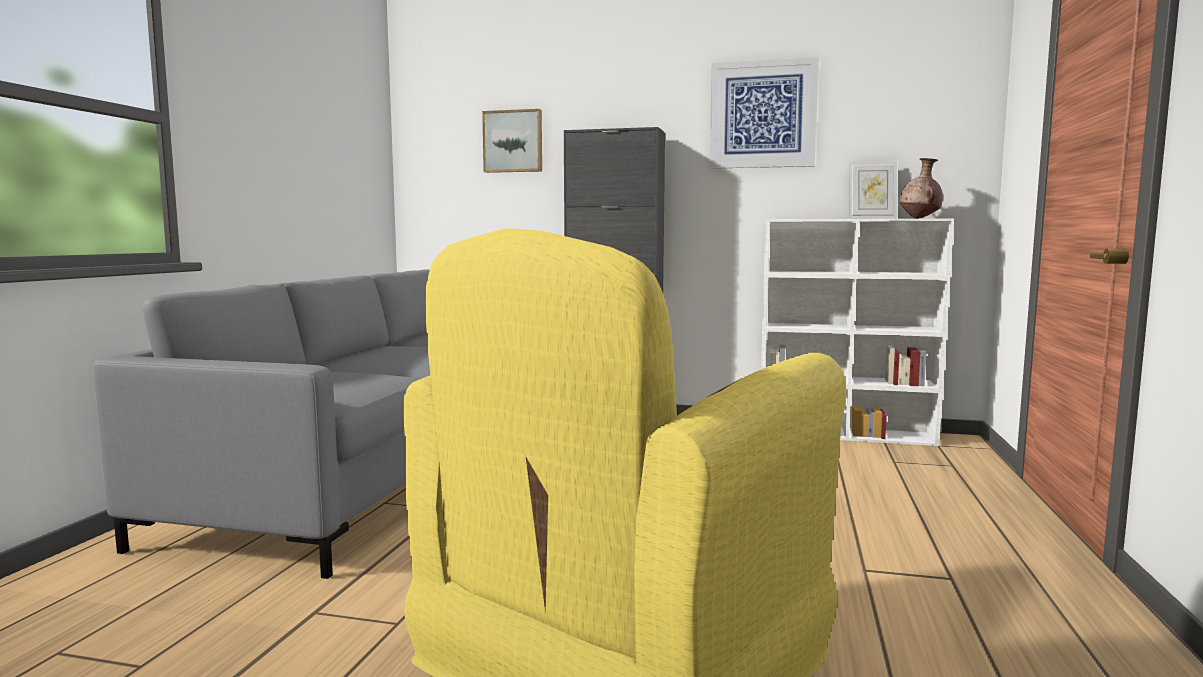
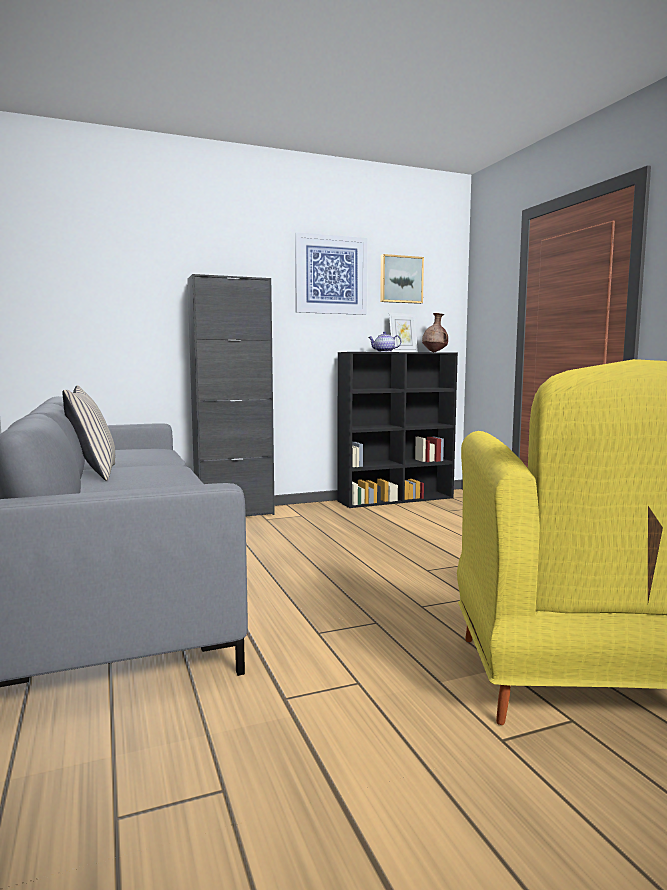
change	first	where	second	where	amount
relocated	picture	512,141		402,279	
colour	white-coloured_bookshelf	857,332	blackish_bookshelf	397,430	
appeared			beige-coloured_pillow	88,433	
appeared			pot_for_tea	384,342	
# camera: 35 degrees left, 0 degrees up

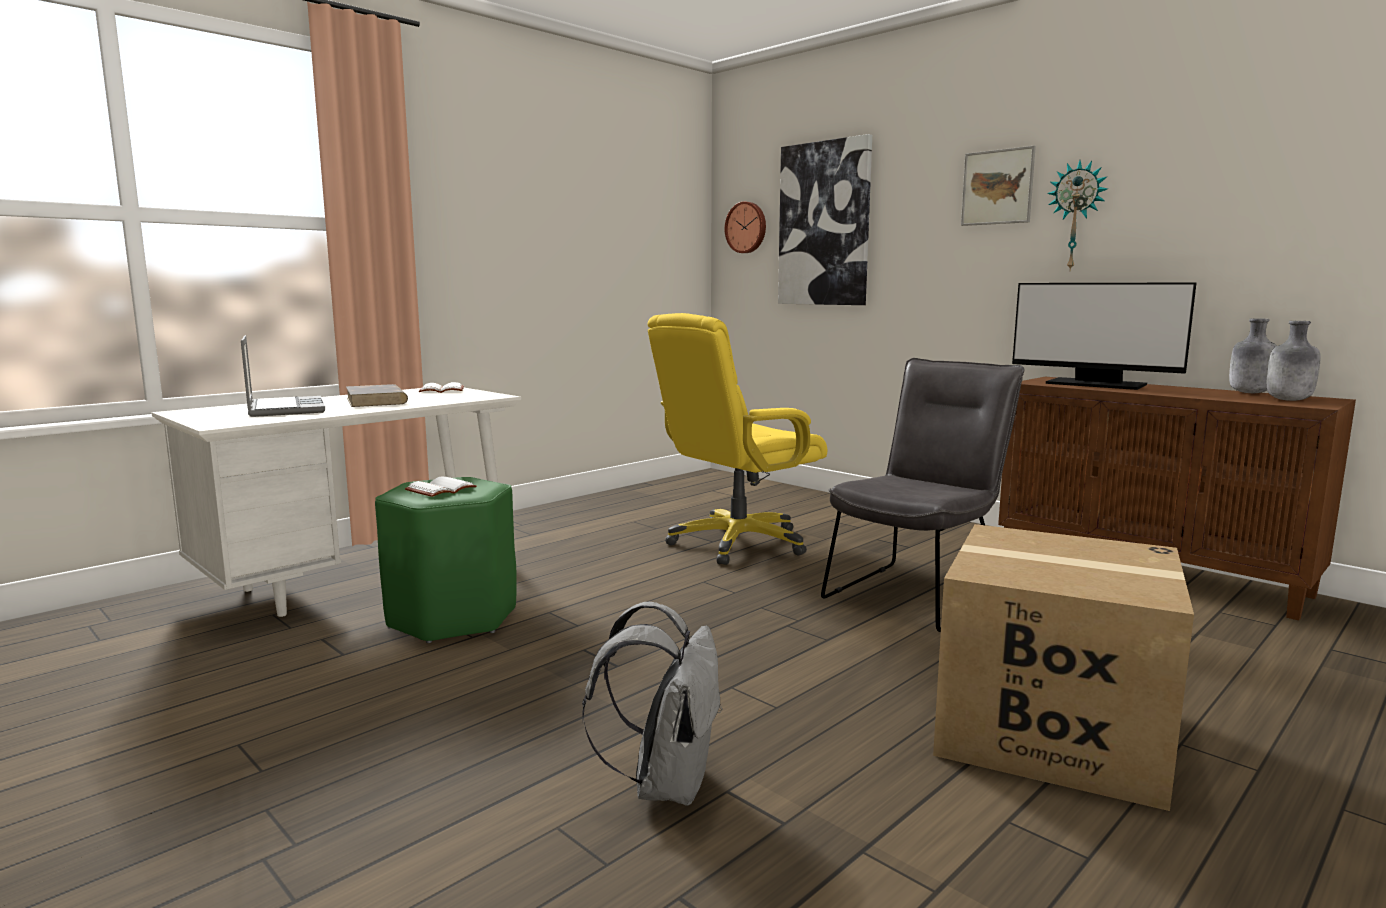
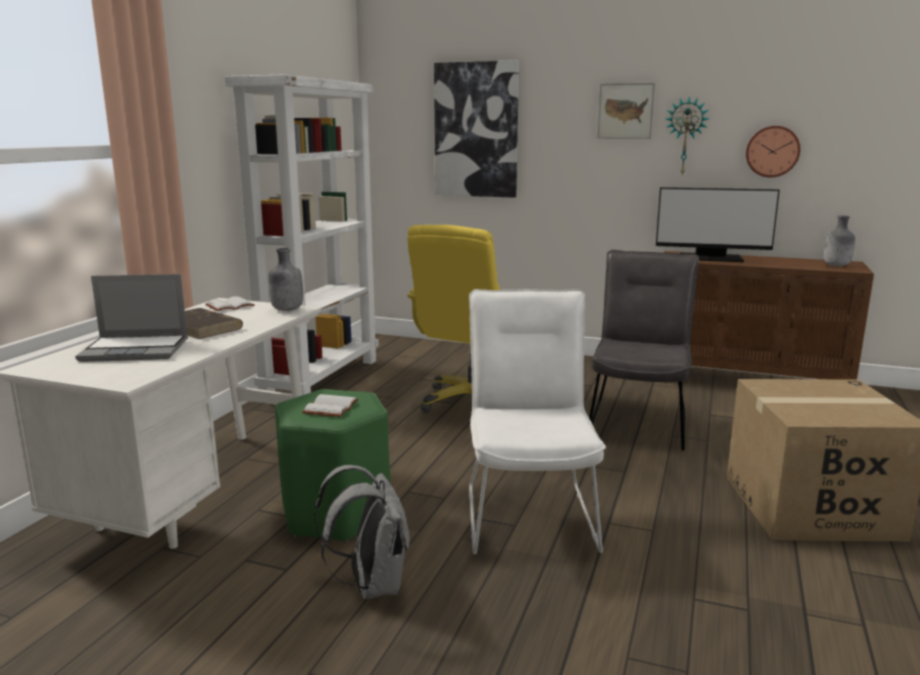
change	first	where	second	where	amount
spun	portable_computer	283,376		131,318	135 degrees clockwise
relocated	grey_knapsack	652,704		362,532	
relocated	hanging_clock	745,227		773,152	
relocated	grey_beverage_bottle	1253,355		285,279	
appeared			white-coloured_bookshelf	302,234	
appeared			white-coloured_plain_chair	537,421	
# camera: 25 degrees left, 5 degrees up

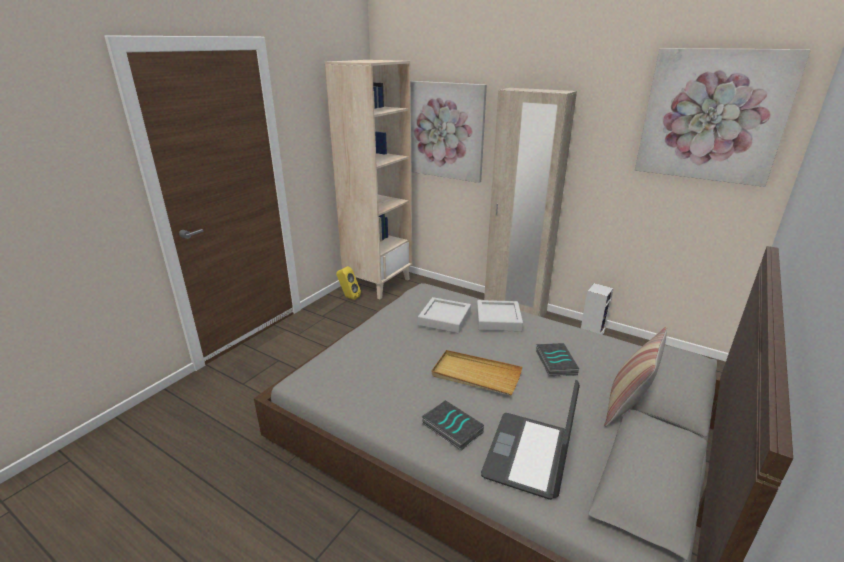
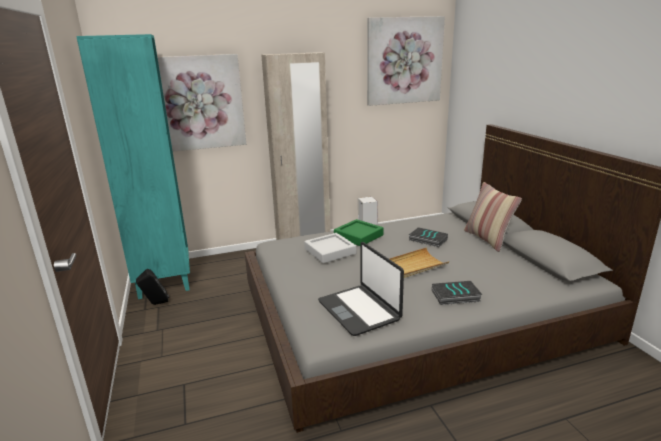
change	first	where	second	where	amount
colour	beige-coloured_bookshelf	368,179	turquoise-coloured_bookshelf	133,166	
colour	yellowish_loudspeaker	348,283	blackish_loudspeaker	152,287	
colour	grey_serving_tray	500,316	green_serving_tray	358,232	
relocated	portable_computer	530,440		361,289	
# camera: 50 degrees left, 5 degrees down

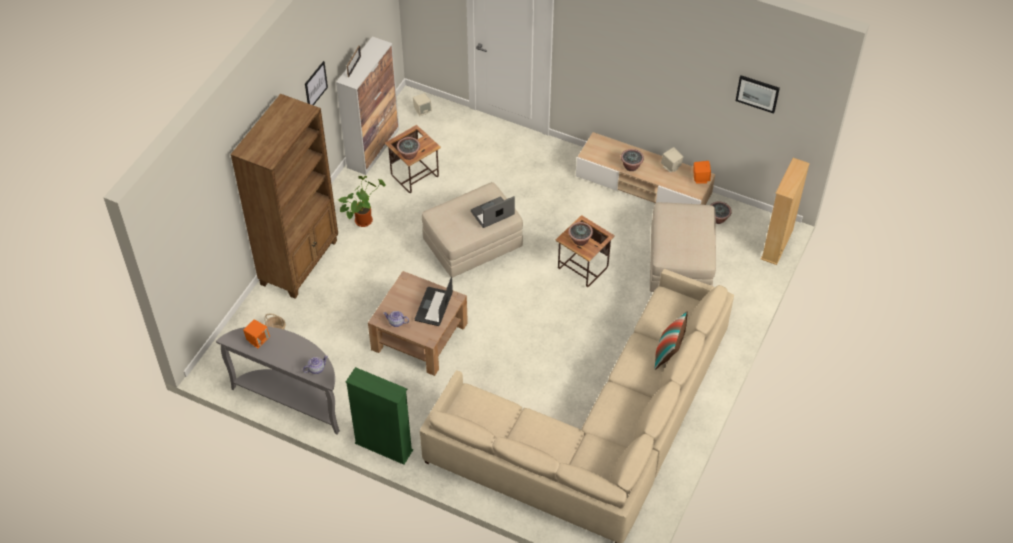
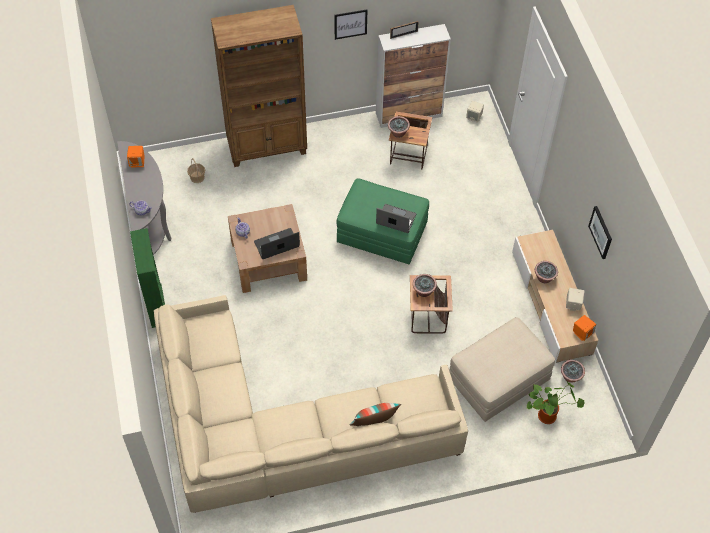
change	first	where	second	where	amount
relocated	plant_in_a_pot	362,201		556,403	
colour	beige-coloured_ottoman	472,230	green_ottoman	383,221	
relocated	picture	758,94		600,232	
missing	beige-coloured_bookshelf	785,211			
# camera: 50 degrees right, 5 degrees up

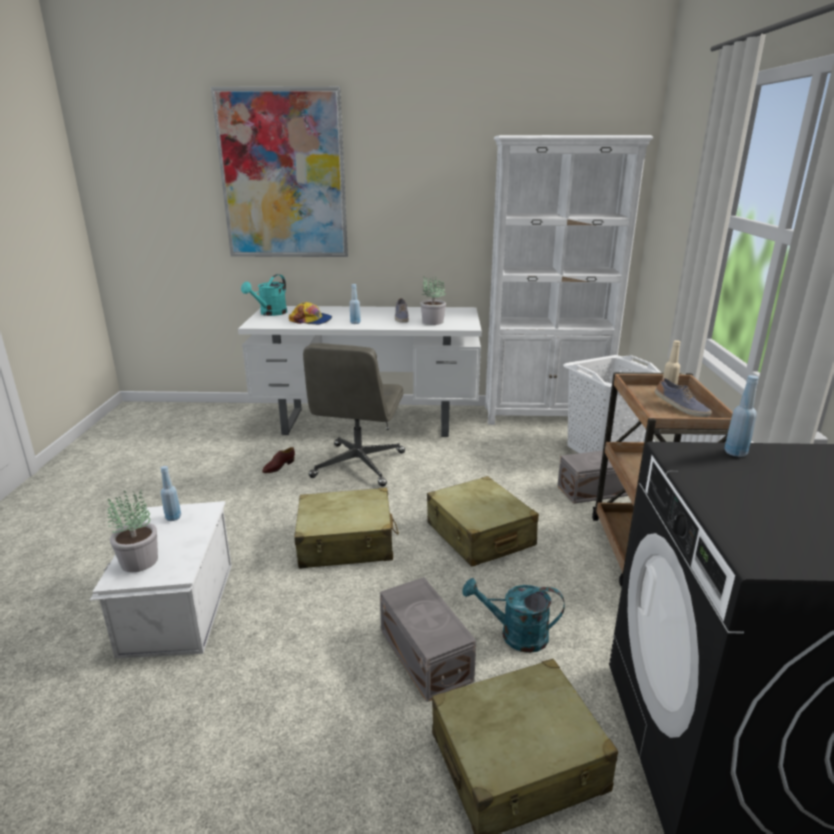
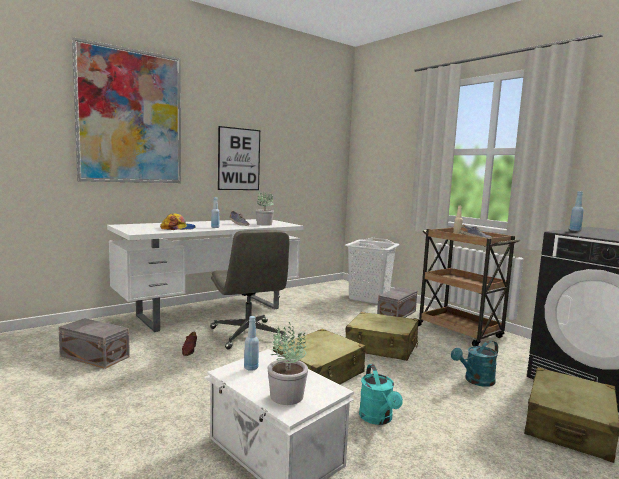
change	first	where	second	where	amount
relocated	turquoise-coloured_watering_can	264,295		381,394	
relocated	grey_storage_bin	428,639		94,343	
missing	white-coloured_bookshelf	569,280			
appeared			picture	239,158	
# camera: 40 degrees left, 15 degrees down

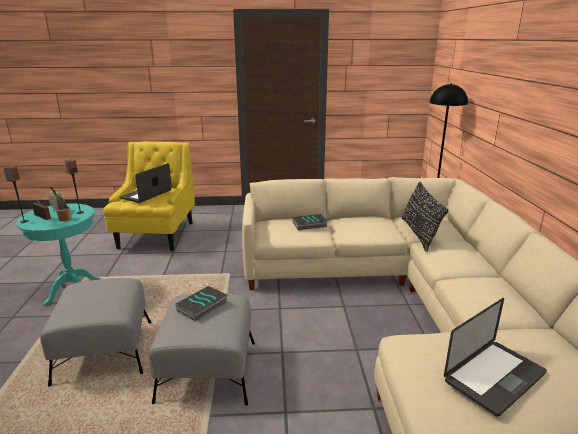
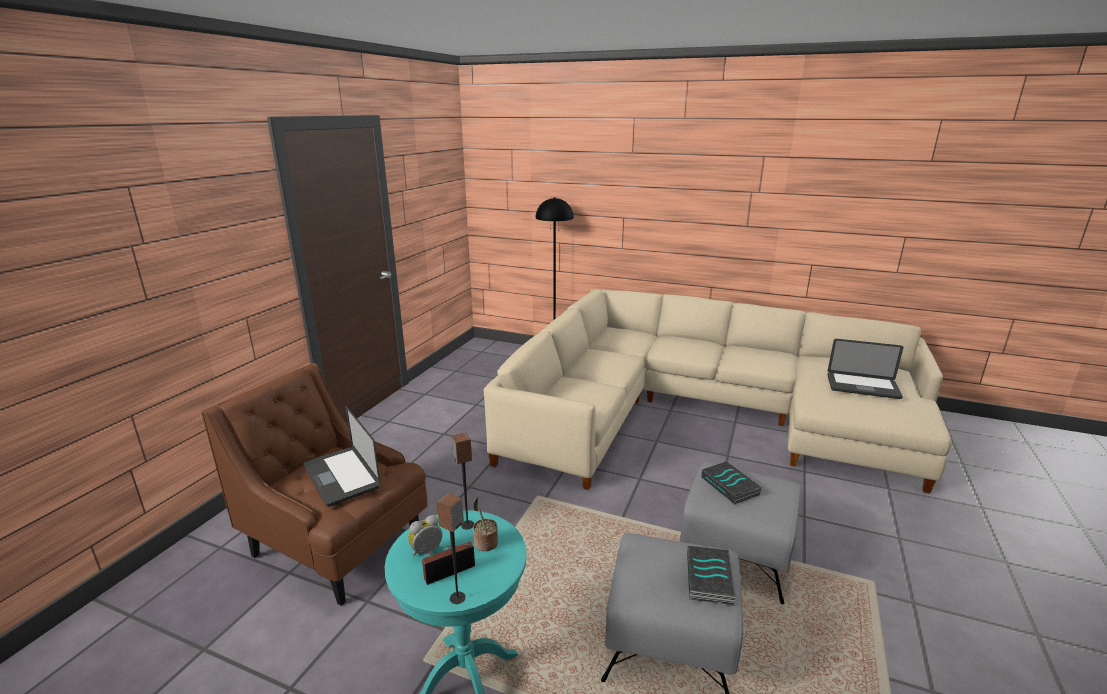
change	first	where	second	where	amount
colour	yellowish_armchair	149,196	brown-coloured_armchair	314,484	
relocated	book	310,222		711,575	
missing	blackish_pillow	425,216			
spun	portable_computer	495,357		865,369	120 degrees clockwise
# camera: 65 degrees left, 0 degrees up

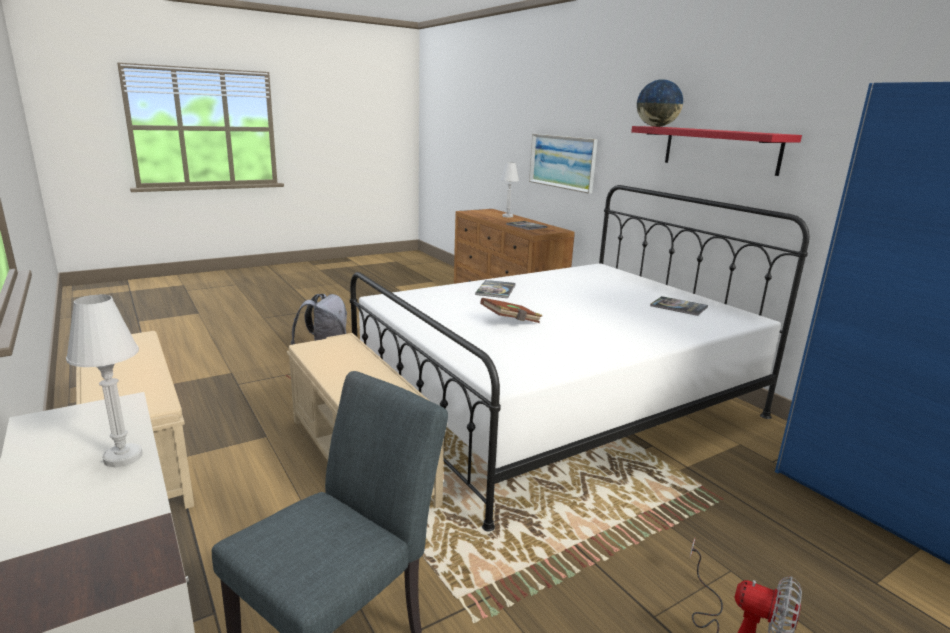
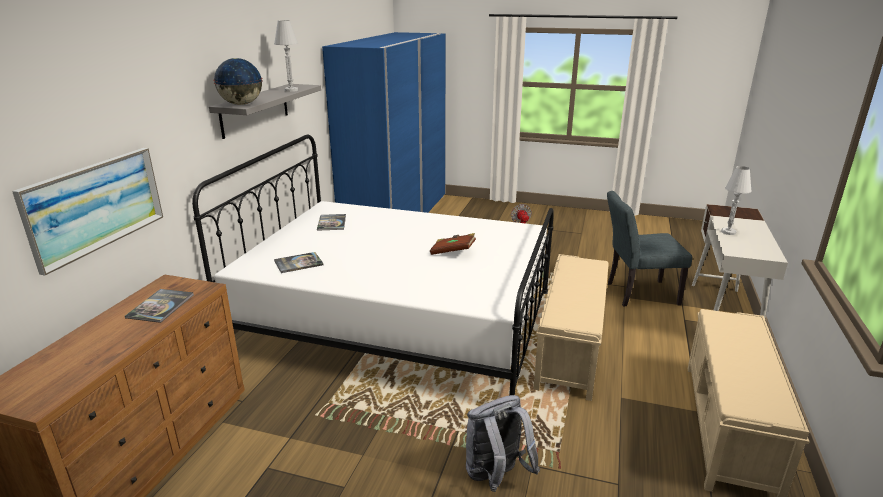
change	first	where	second	where	amount
relocated	book	495,289		299,262	
relocated	white-coloured_table_lamp	510,189		286,56	
colour	reddish_shelf	716,151	grey_shelf	265,111	
# camera: 130 degrees left, 5 degrees up

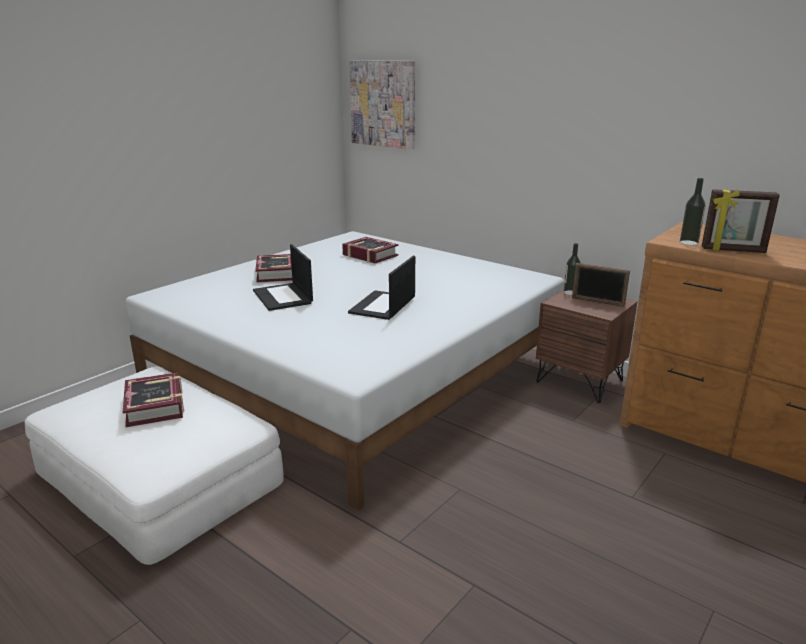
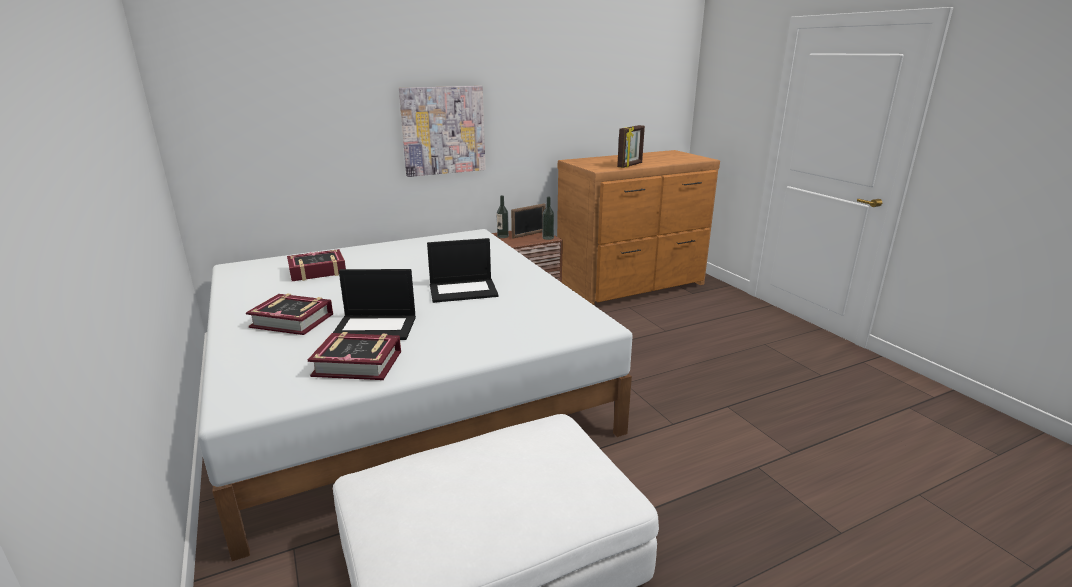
change	first	where	second	where	amount
relocated	book	153,399		354,356	
spun	portable_computer	381,288		462,270	60 degrees counterclockwise
relocated	picture	382,105		442,131	
relocated	beverage_bottle	693,211		548,218	
# camera: 65 degrees left, 0 degrees up

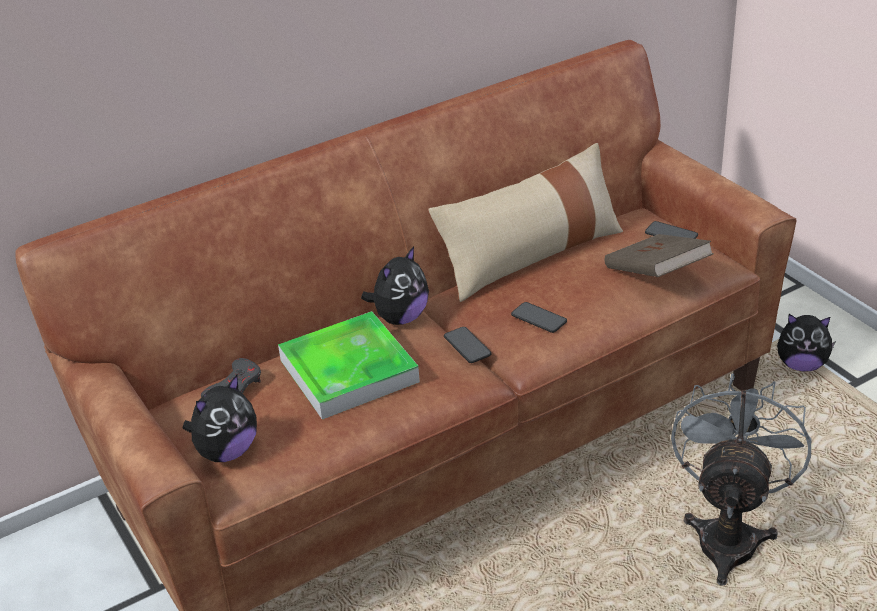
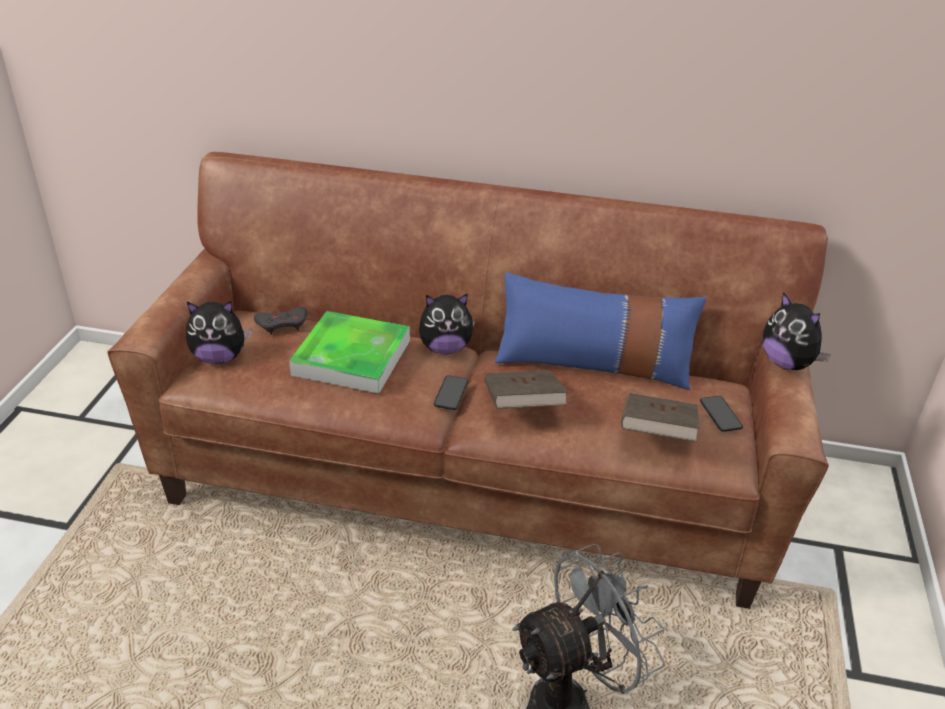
change	first	where	second	where	amount
colour	beige-coloured_pillow	525,222	blue_pillow	600,331	
exchanged	phone	539,317	brown-coloured_book	525,389	
relocated	plush_toy	806,342		797,331	
# camera: 40 degrees right, 0 degrees up

